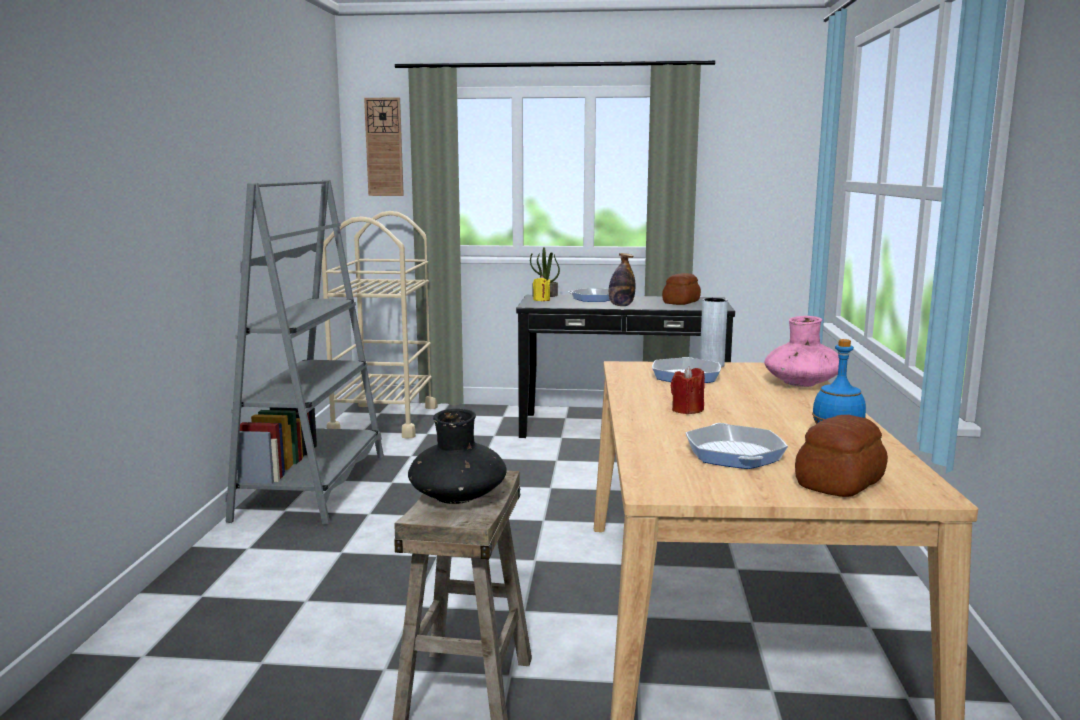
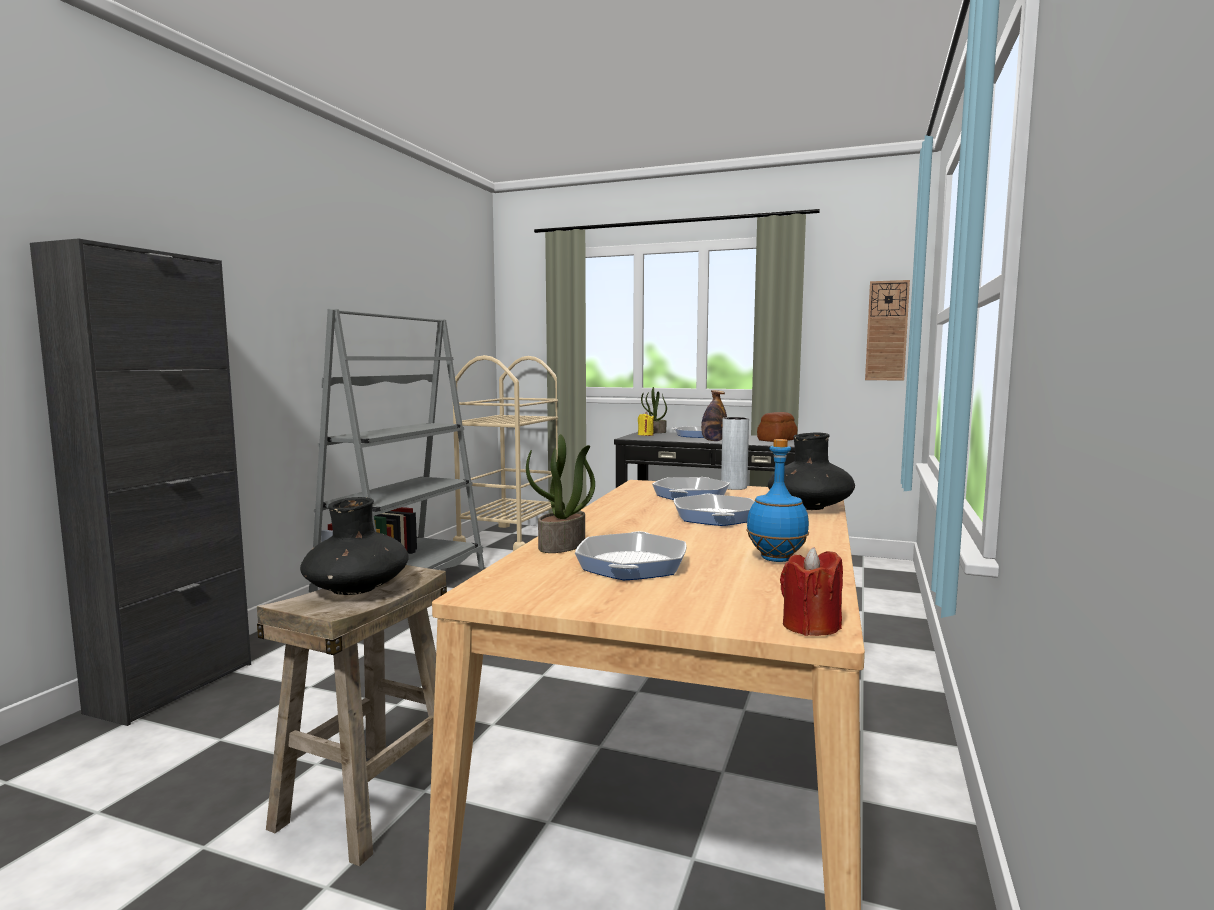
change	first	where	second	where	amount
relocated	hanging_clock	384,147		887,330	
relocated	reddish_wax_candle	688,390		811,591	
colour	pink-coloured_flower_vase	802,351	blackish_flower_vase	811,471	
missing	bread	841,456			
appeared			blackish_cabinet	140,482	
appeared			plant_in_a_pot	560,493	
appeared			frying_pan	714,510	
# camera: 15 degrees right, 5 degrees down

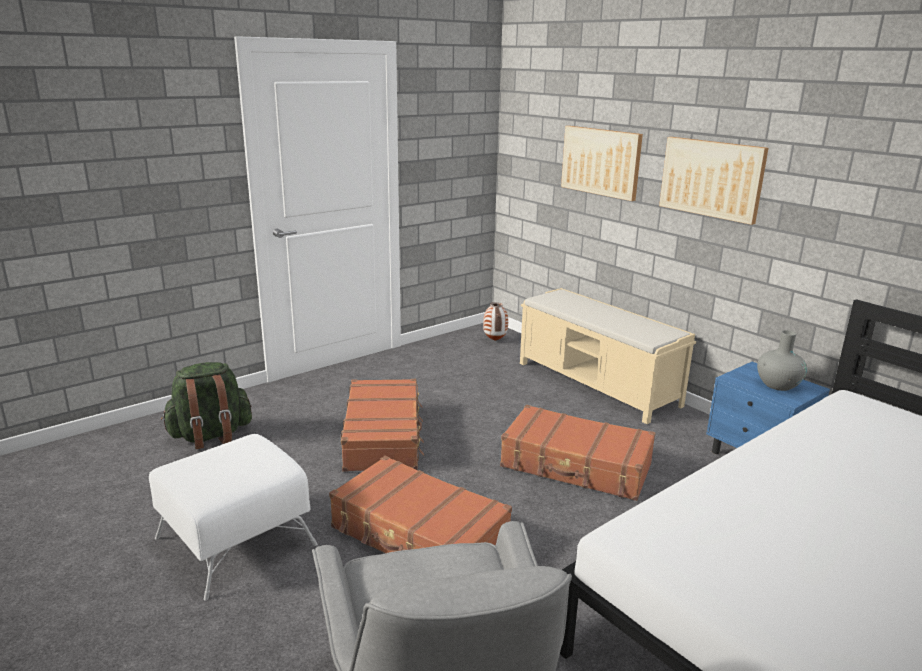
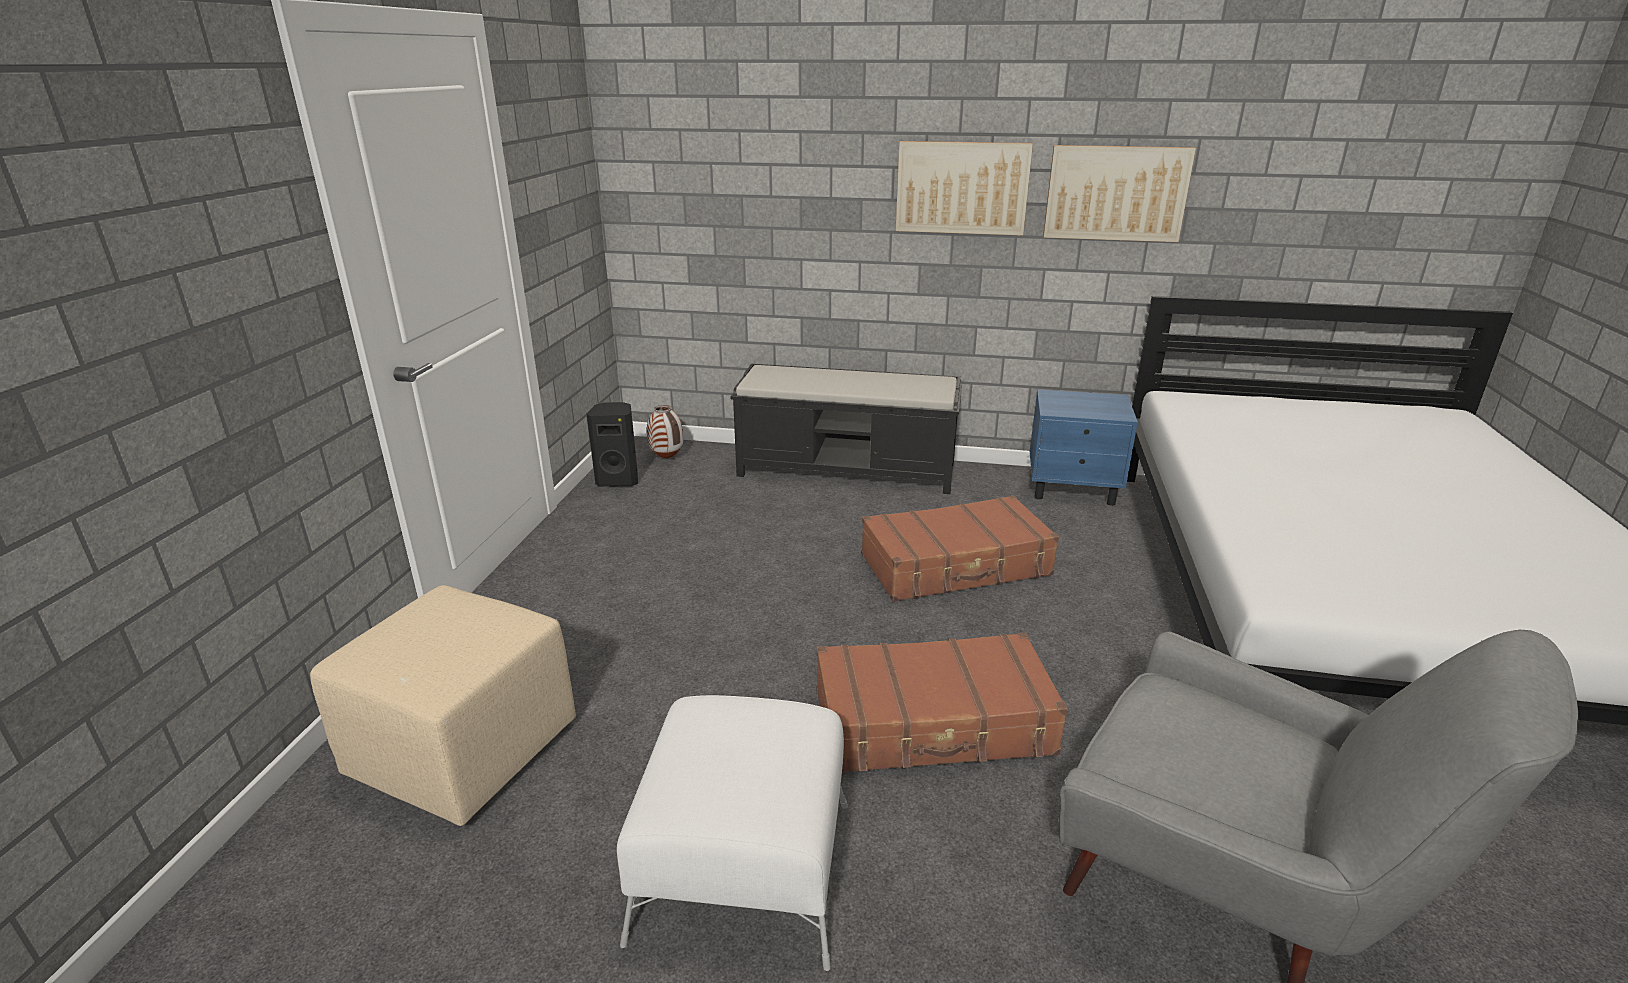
change	first	where	second	where	amount
exchanged	green_knapsack	206,405	beige-coloured_ottoman	443,705	
missing	brown-coloured_suitcase	382,425			
colour	beige-coloured_long_seat	608,356	blackish_long_seat	846,429	
relocated	picture	602,163		1119,193	
missing	grey_flower_vase	782,360			
appeared			blackish_loudspeaker	612,444	
# camera: 40 degrees left, 5 degrees up

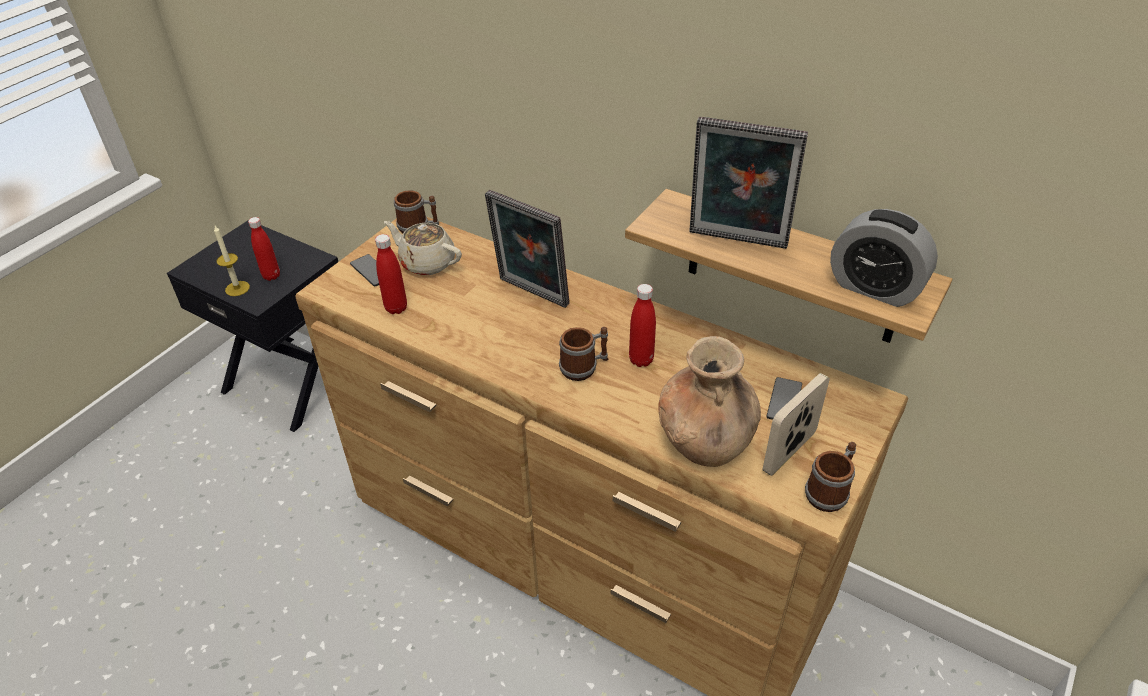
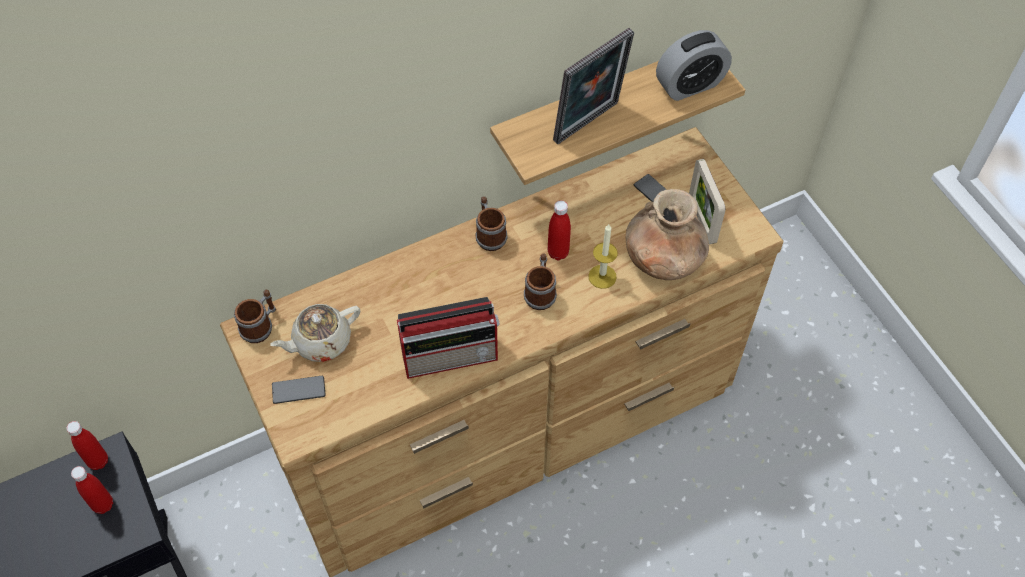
change	first	where	second	where	amount
relocated	wax_candle	232,261		603,256	
relocated	reddish_beverage_bottle	391,274		87,445	
missing	photo_frame	527,249			
relocated	coffee_mug	830,477		491,223	
appeared			radio_receiver	448,338	
# camera: 60 degrees left, 15 degrees up

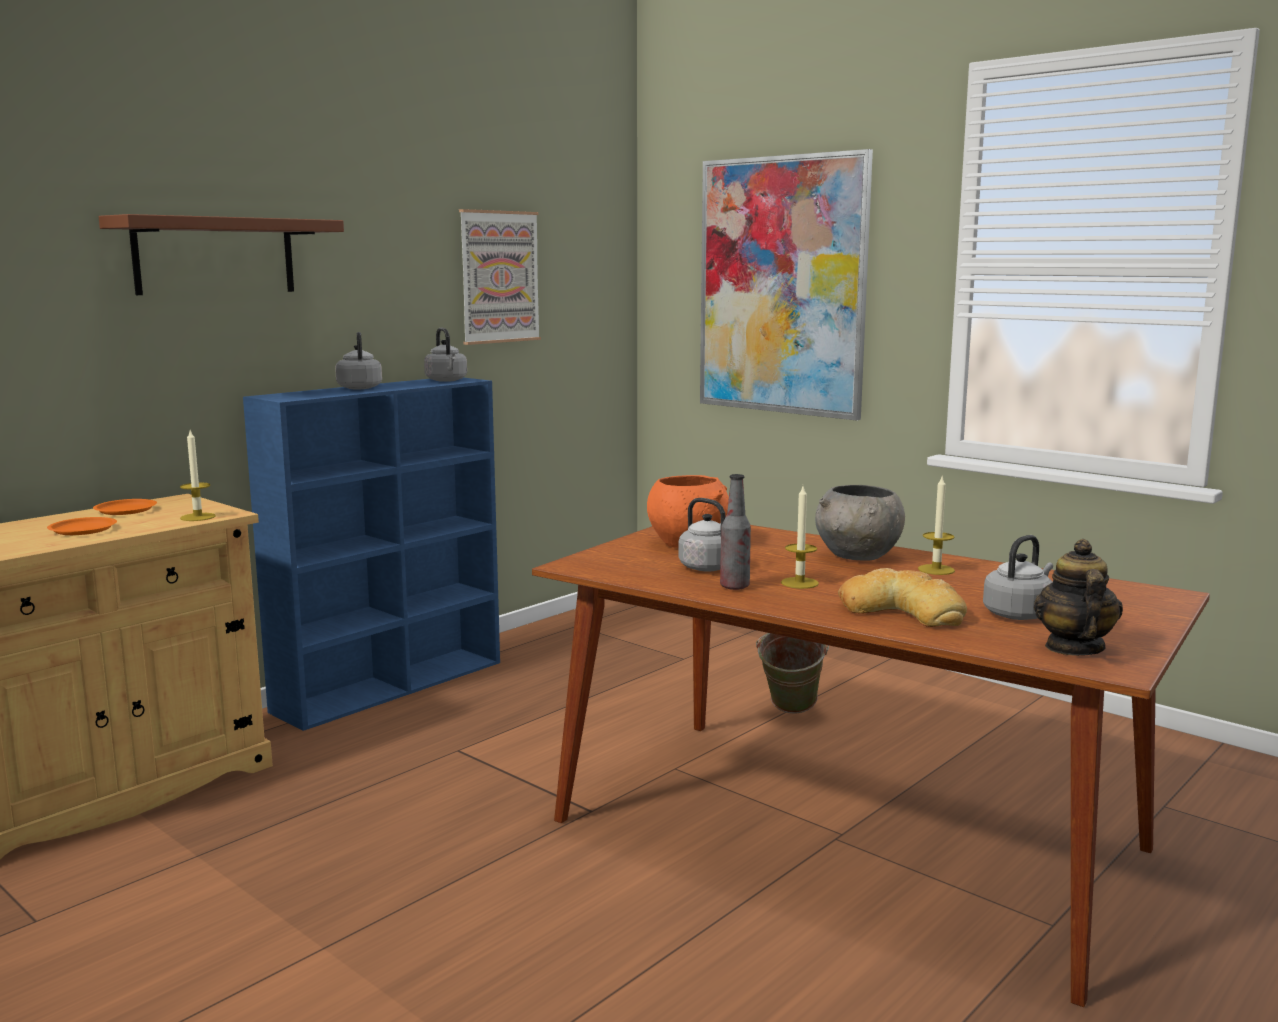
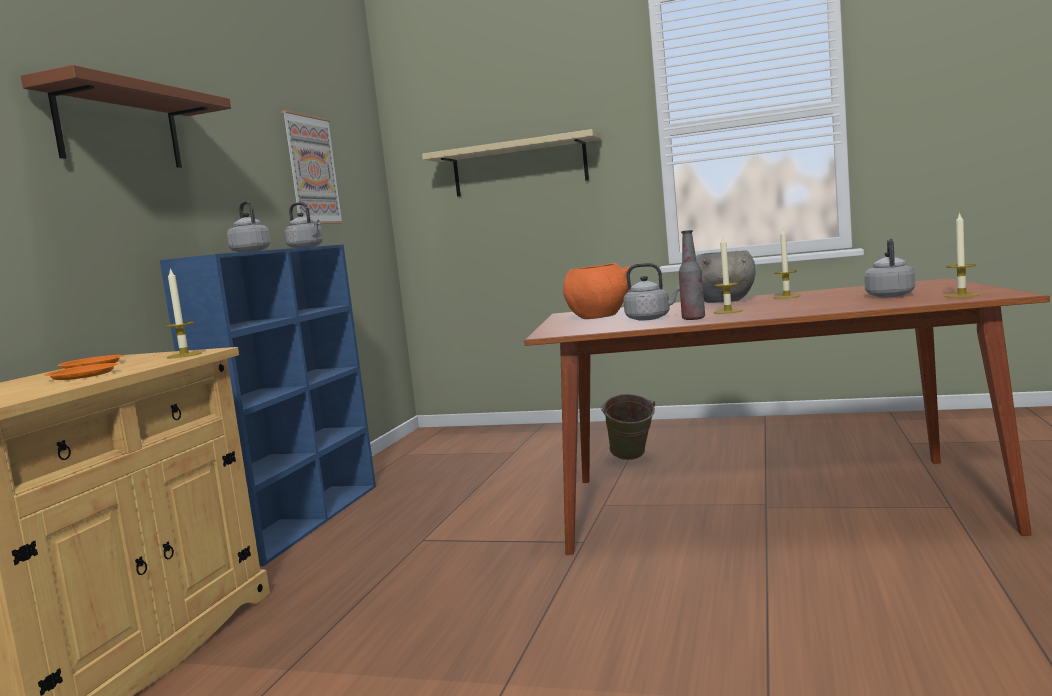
change	first	where	second	where	amount
exchanged	picture	786,285	beige-coloured_shelf	512,162	
missing	bread	902,597			
exchanged	pot_for_tea	1078,597	wax_candle	962,255	
# camera: 25 degrees left, 5 degrees down

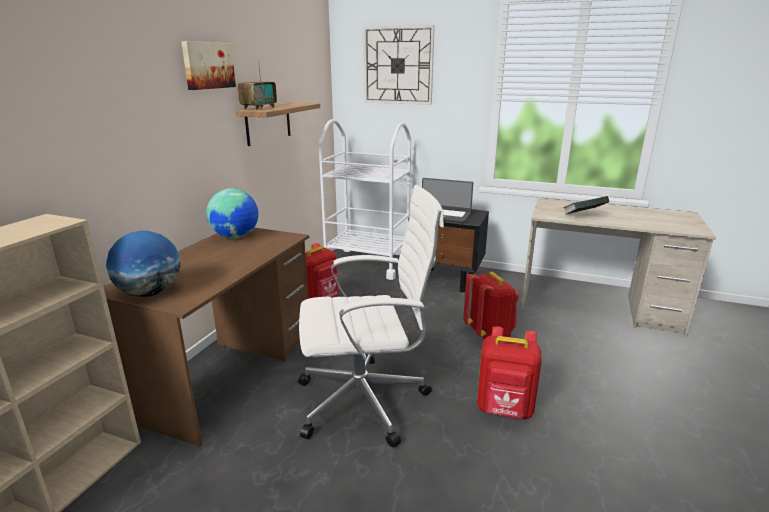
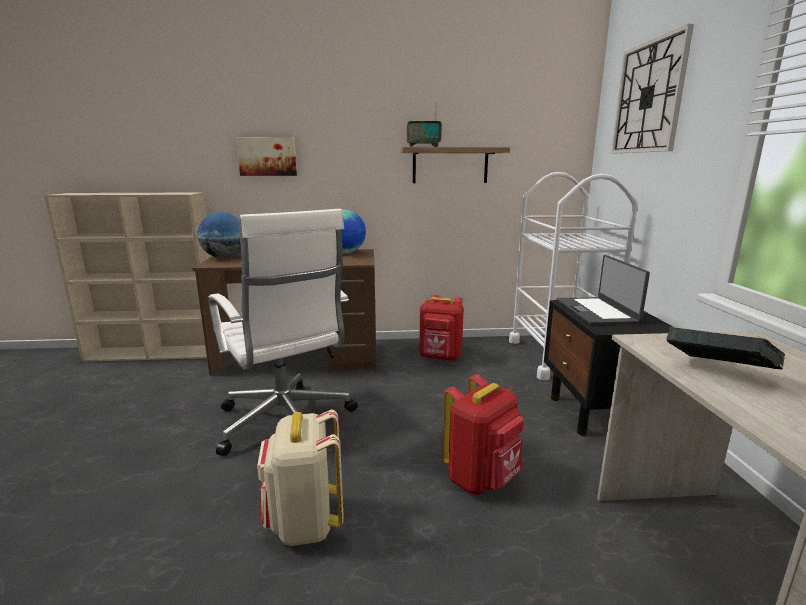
change	first	where	second	where	amount
relocated	picture	208,65		266,156	
colour	reddish_knapsack	509,372	beige-coloured_knapsack	300,478	
# camera: 65 degrees right, 5 degrees down

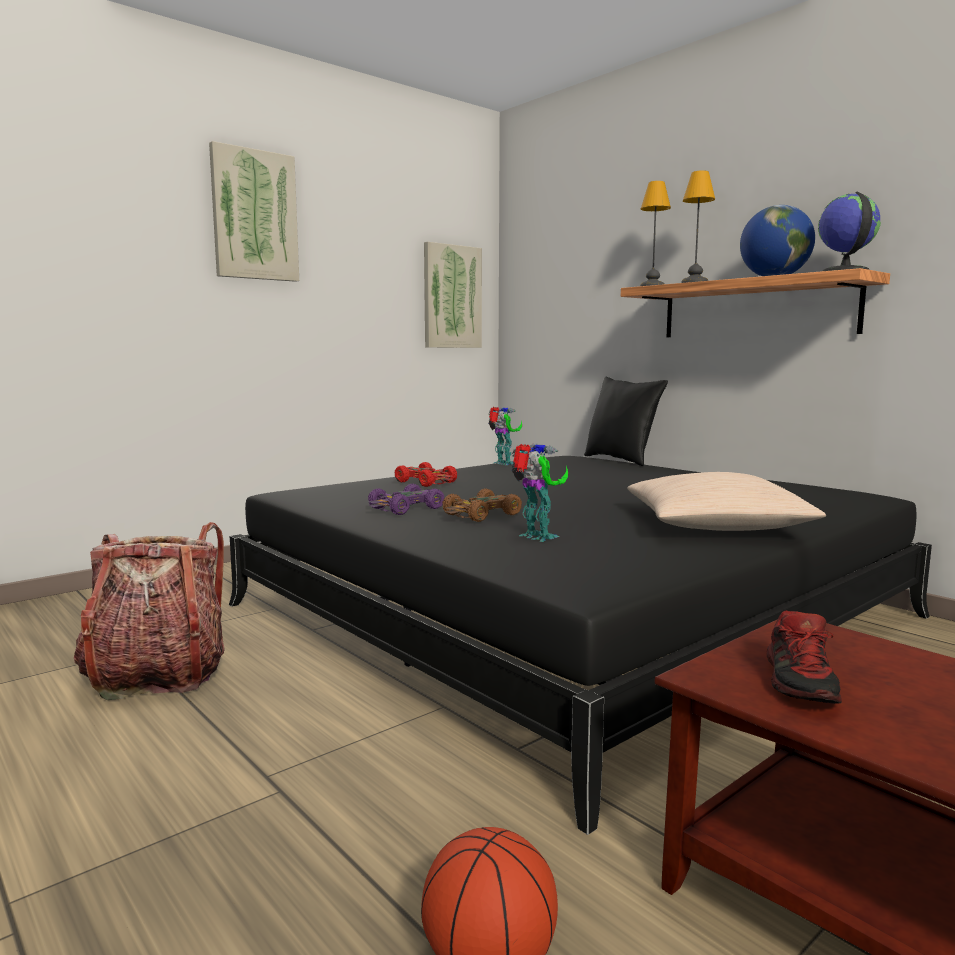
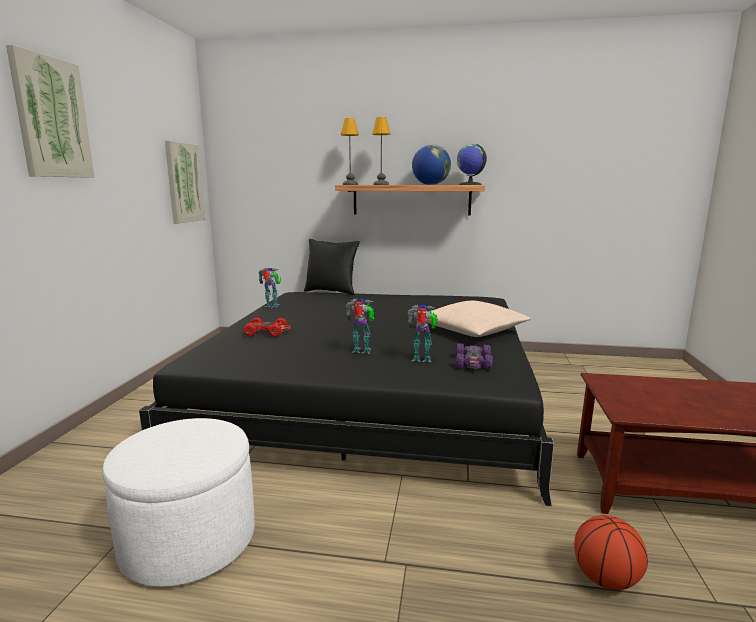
change	first	where	second	where	amount
exchanged	knapsack	149,611	white-coloured_ottoman	178,502	
relocated	purplish_miniature_car	406,499		474,356	
exchanged	brown-coloured_miniature_car	482,505	robot_figure	360,326	
missing	low_shoe	804,657			
# camera: 40 degrees left, 5 degrees up

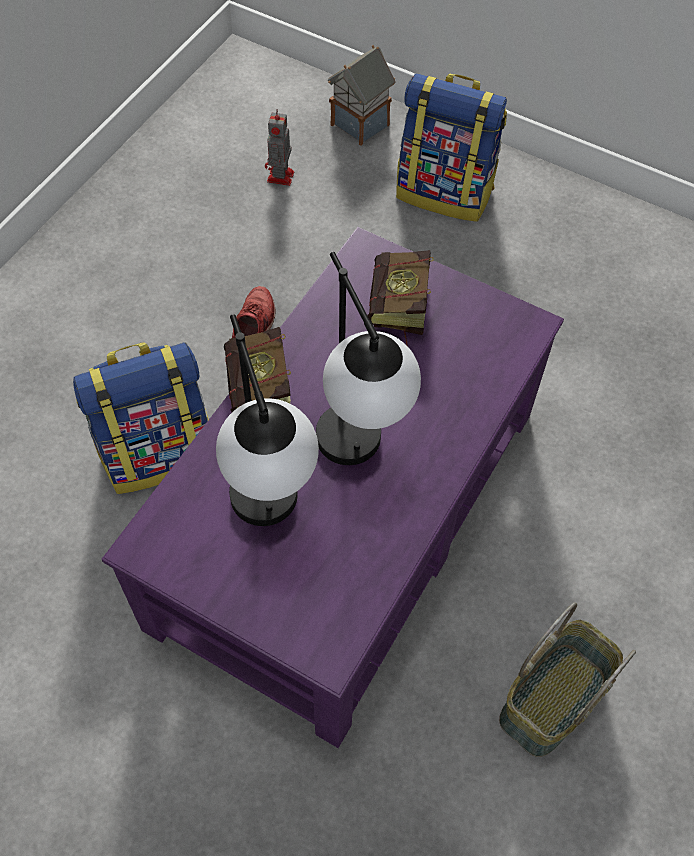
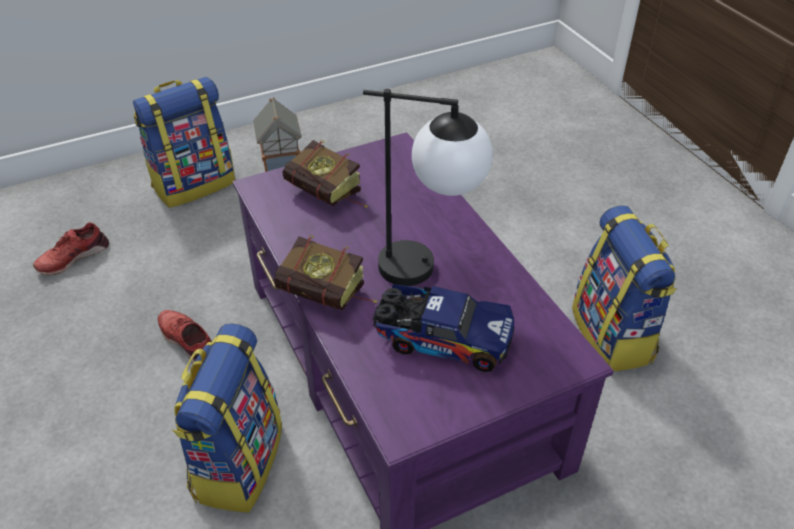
change	first	where	second	where	amount
exchanged	table_lamp	267,420	toy_truck	443,328	
exchanged	robot_figure	279,147	reddish_low_shoe	71,248	
relocated	toy_house	362,95		277,135	
exchanged	household_basket	567,679	knapsack	624,288	
# camera: 55 degrees left, 15 degrees down

